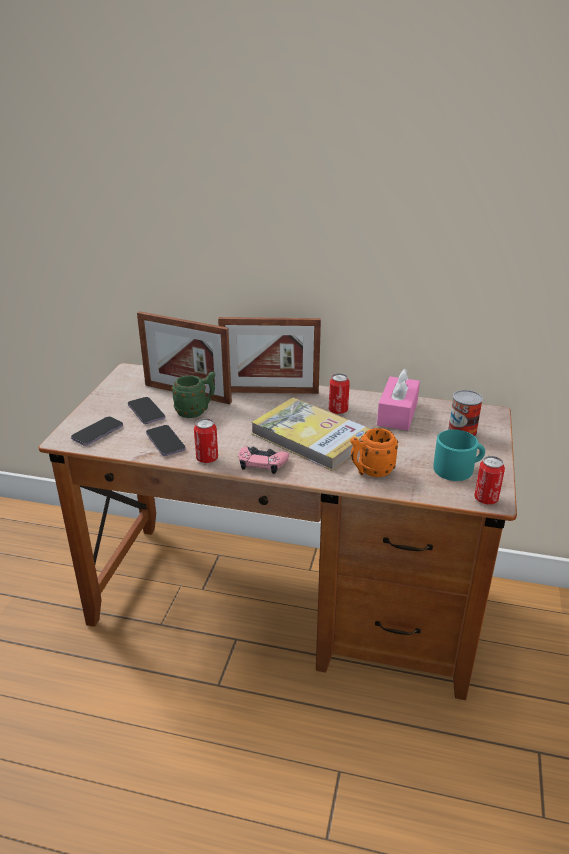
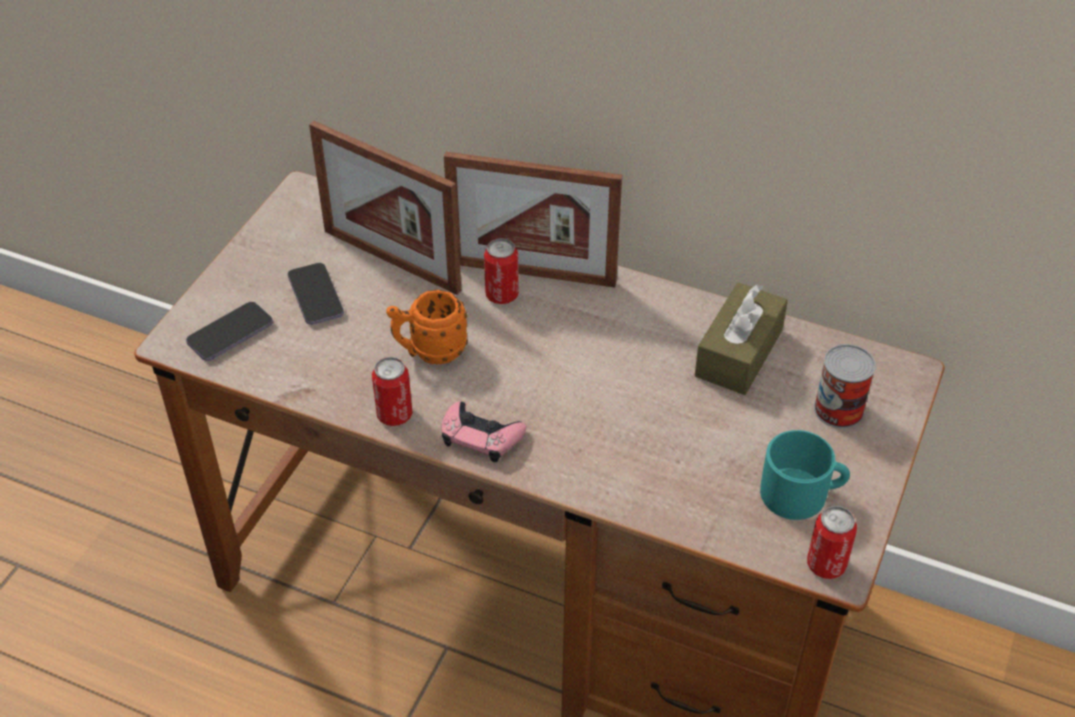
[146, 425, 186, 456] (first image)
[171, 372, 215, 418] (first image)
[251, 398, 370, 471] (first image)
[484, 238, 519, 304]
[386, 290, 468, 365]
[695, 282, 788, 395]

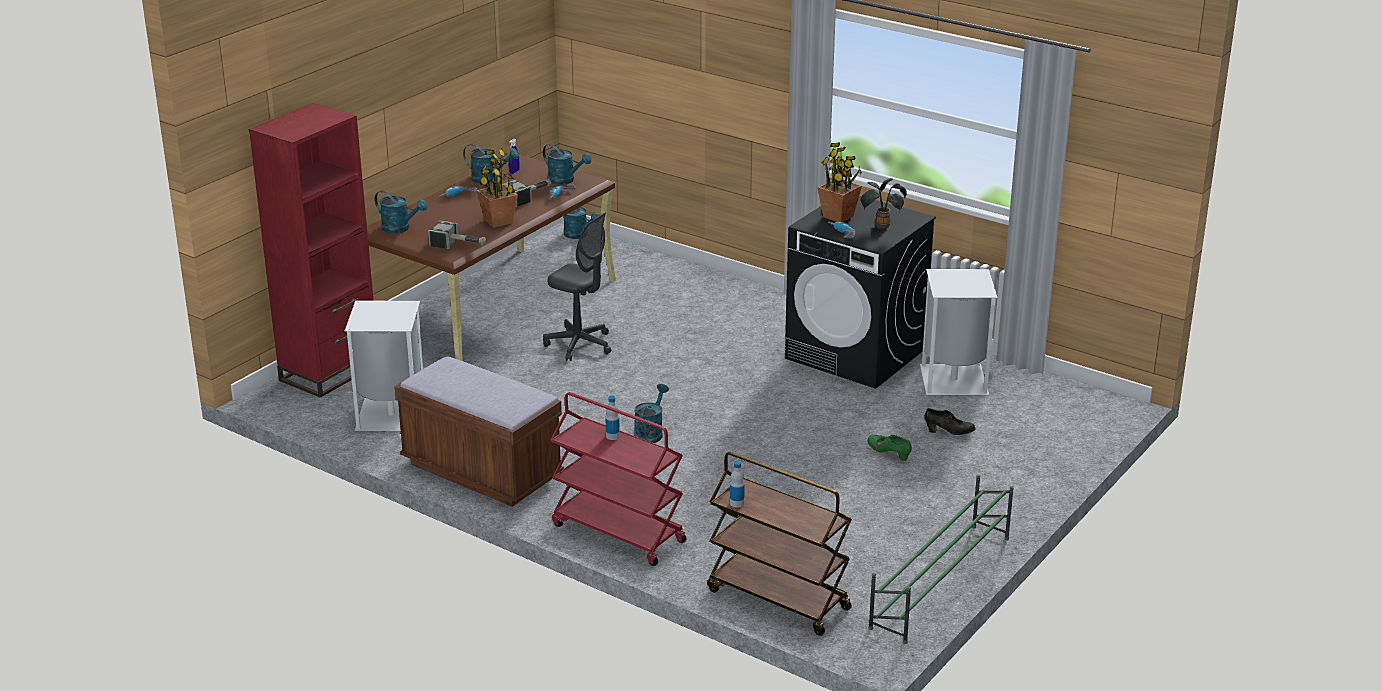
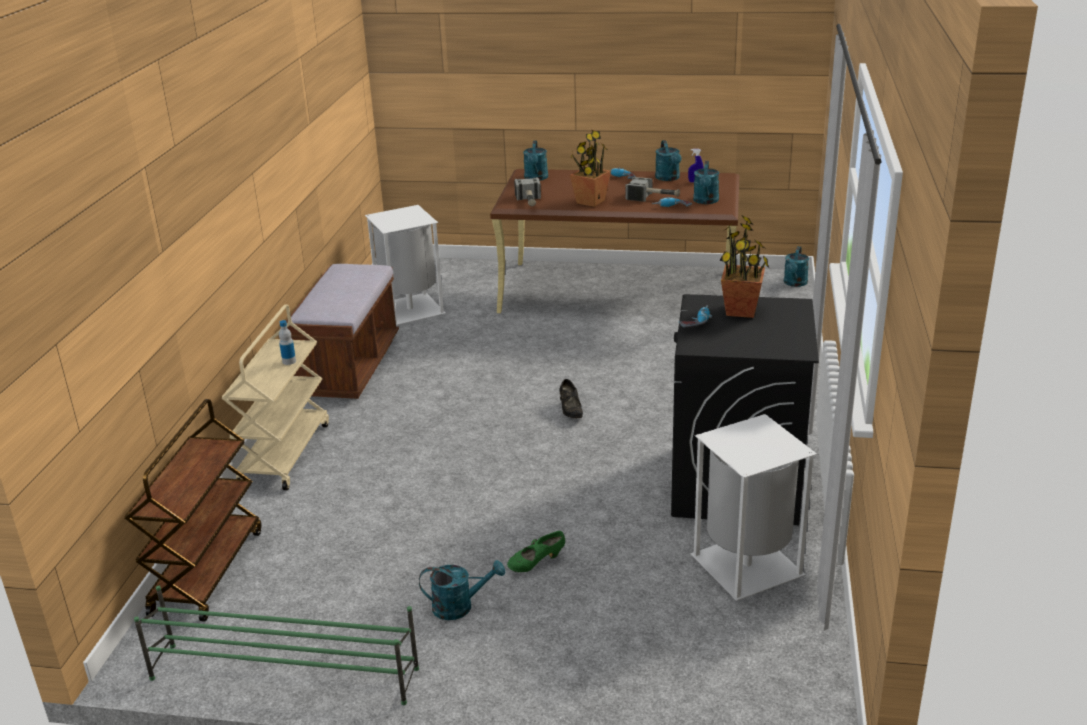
[249, 103, 374, 398] (first image)
[543, 213, 611, 361] (first image)
[222, 305, 329, 490]
[419, 560, 505, 620]
[730, 461, 745, 508] (first image)
[861, 178, 907, 229] (first image)
[507, 531, 565, 572]
[559, 379, 583, 418]

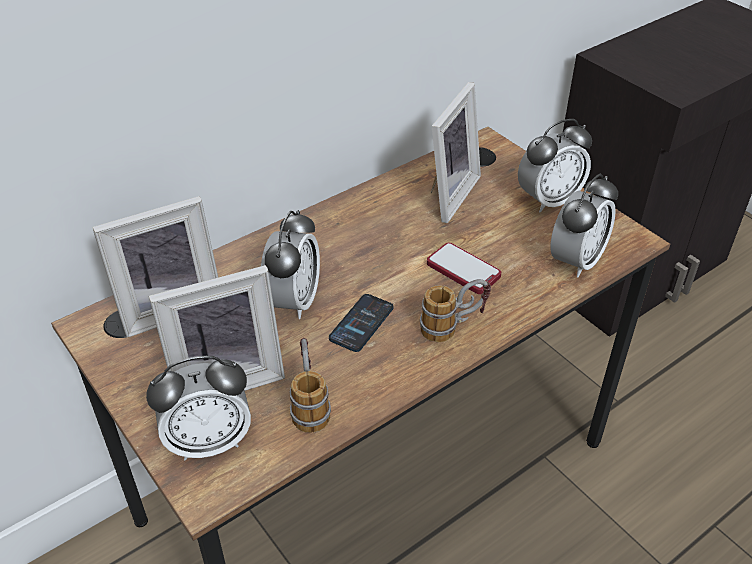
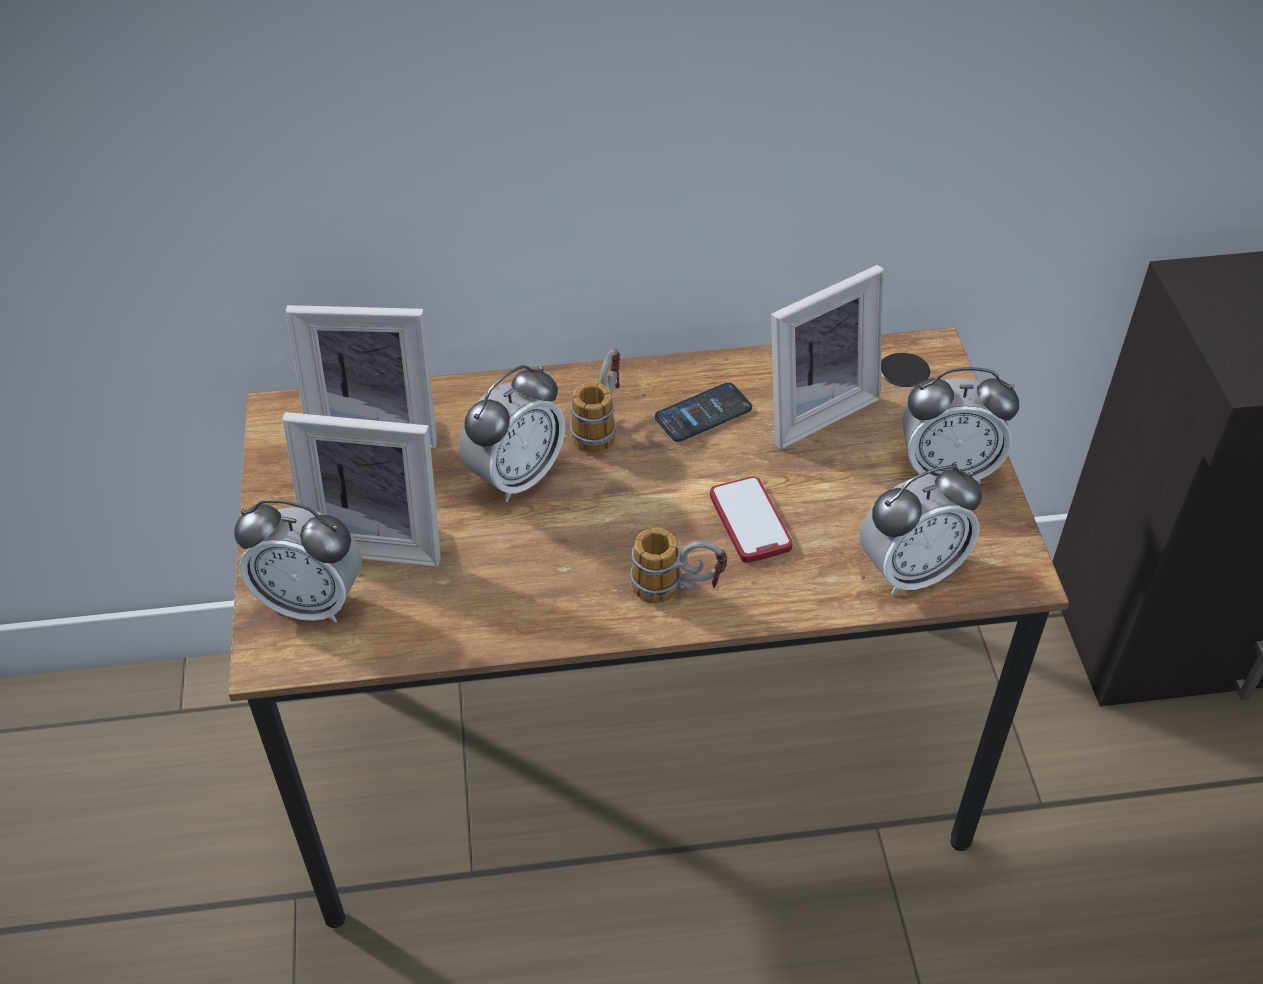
[570, 349, 620, 453]
[655, 382, 752, 442]

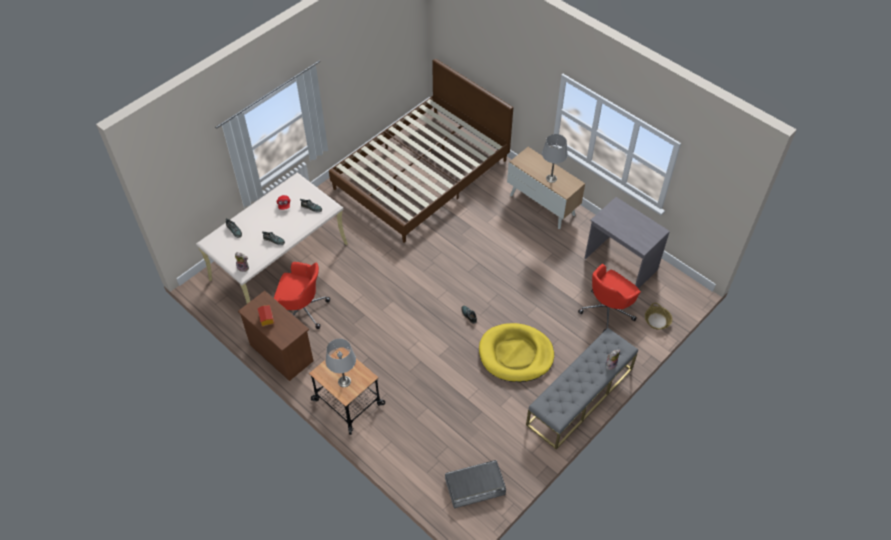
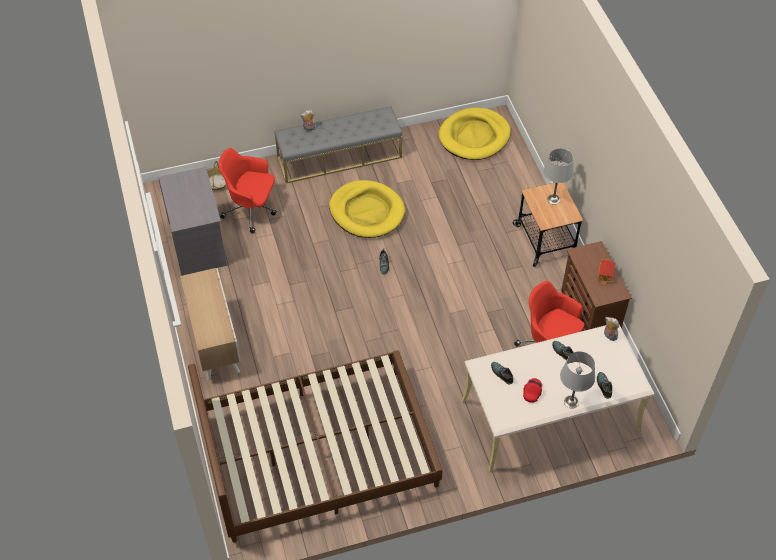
[439, 107, 511, 160]
[560, 351, 595, 409]
[218, 148, 276, 234]

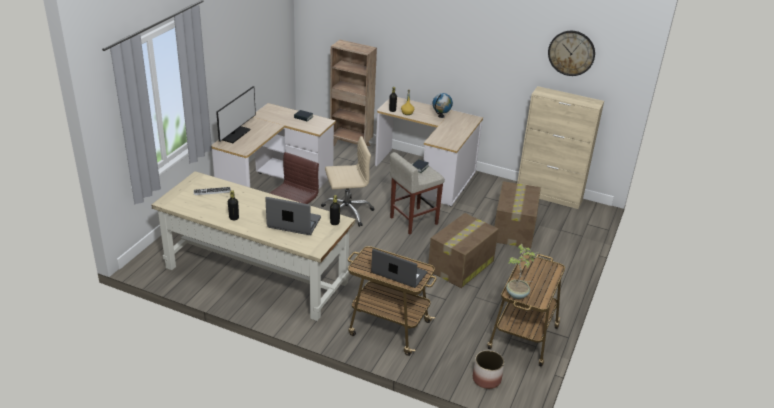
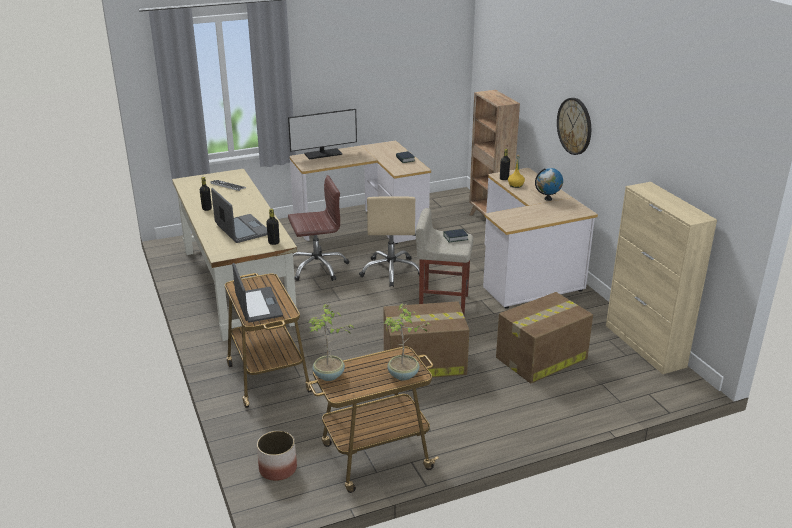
[359, 196, 419, 287]
[557, 98, 591, 155]
[384, 304, 431, 380]

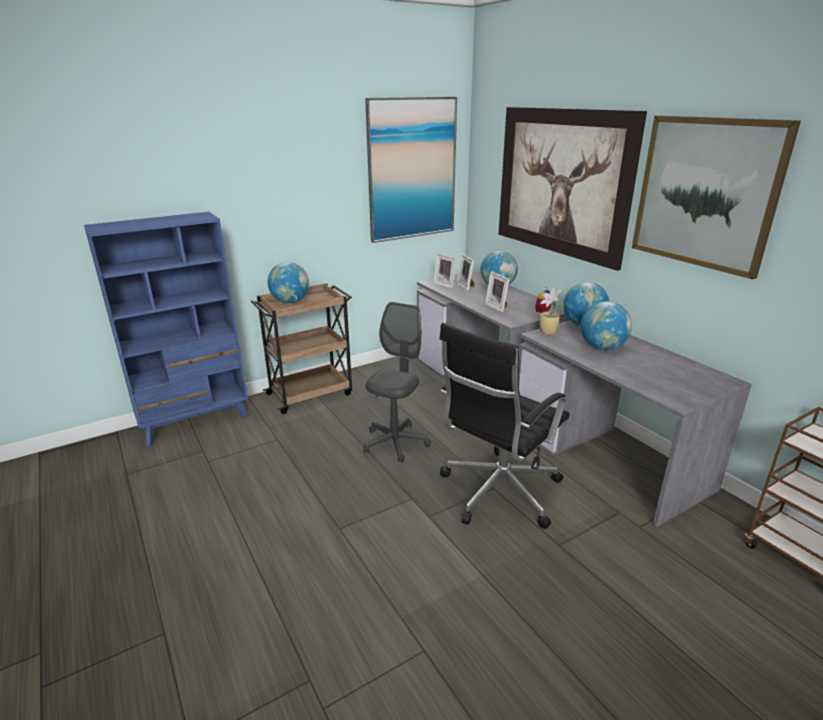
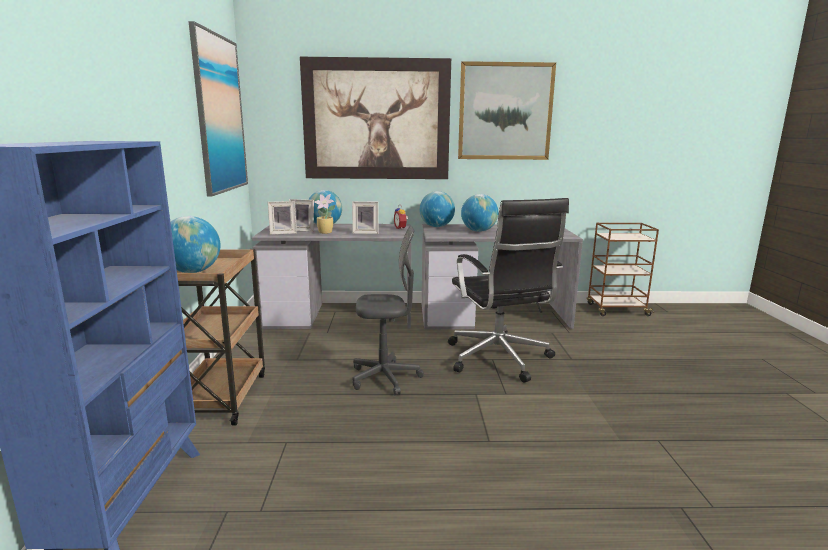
[352, 226, 424, 395]
[315, 194, 335, 234]

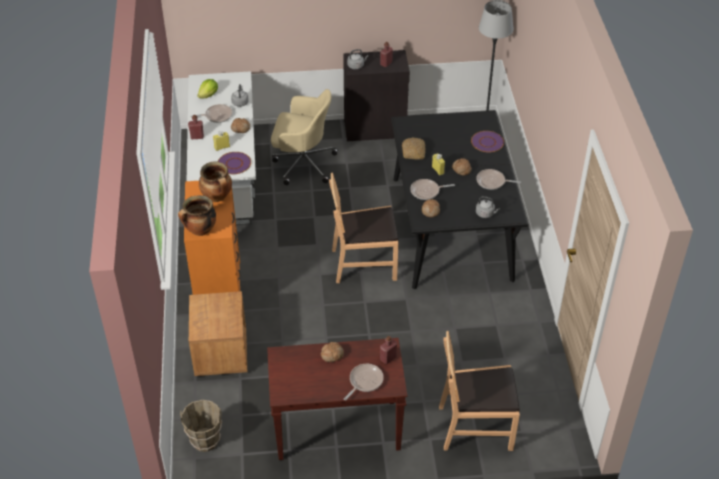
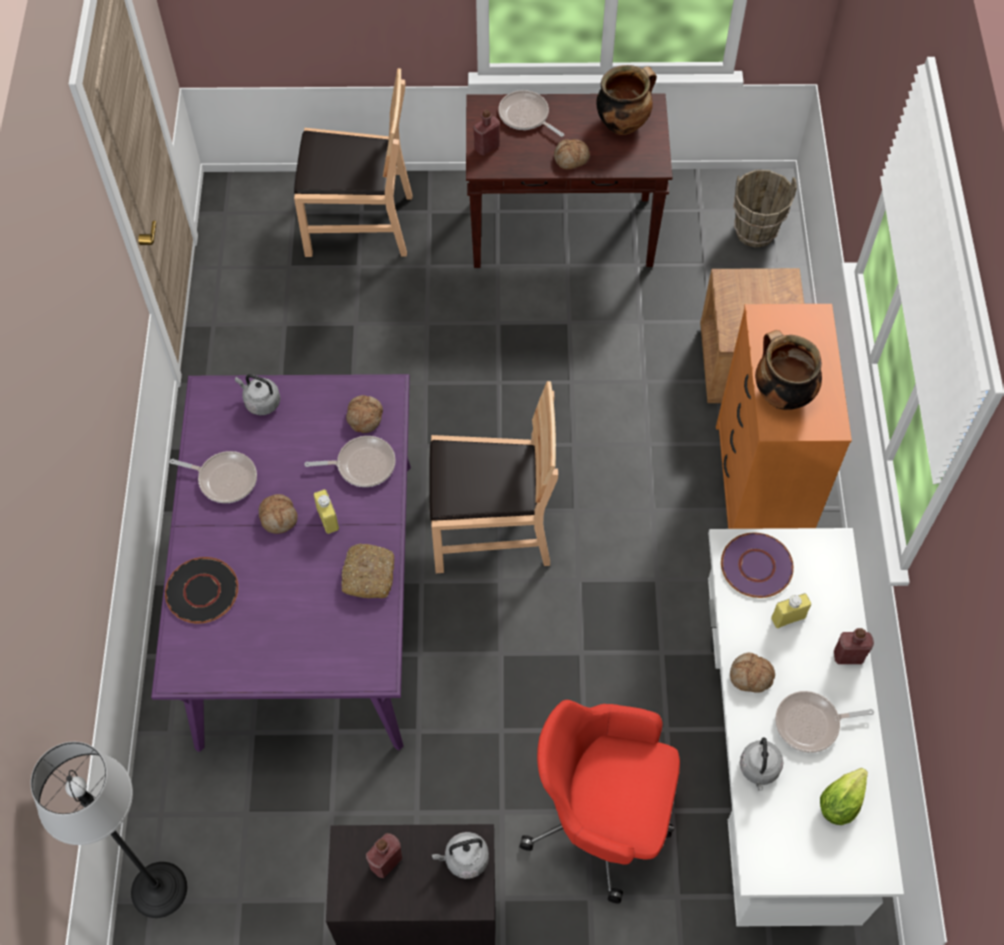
[596, 65, 657, 135]
[520, 700, 680, 903]
[498, 90, 564, 137]
[151, 374, 411, 752]
[165, 557, 238, 624]

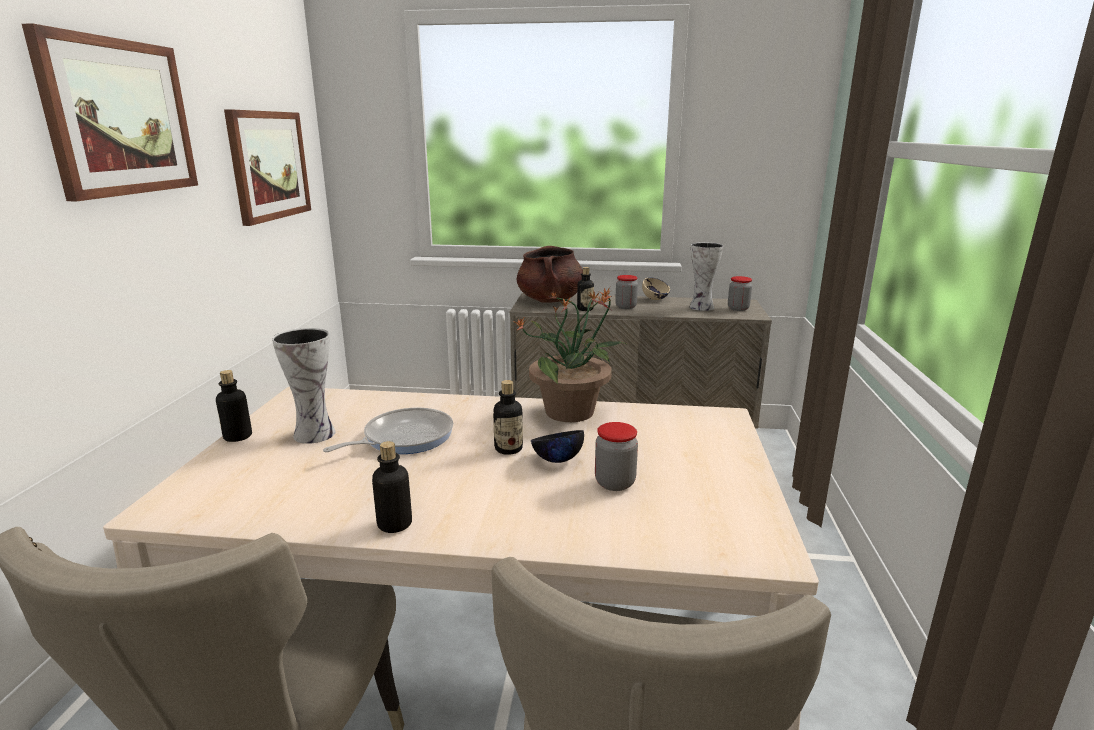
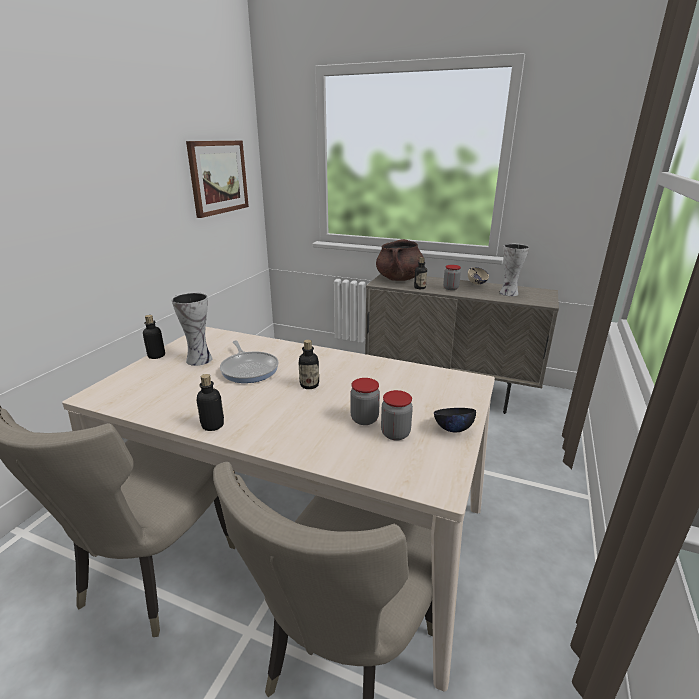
[22, 23, 198, 201] (first image)
[220, 340, 279, 383]
[515, 287, 628, 422] (first image)
[434, 408, 476, 432]
[381, 390, 413, 441]

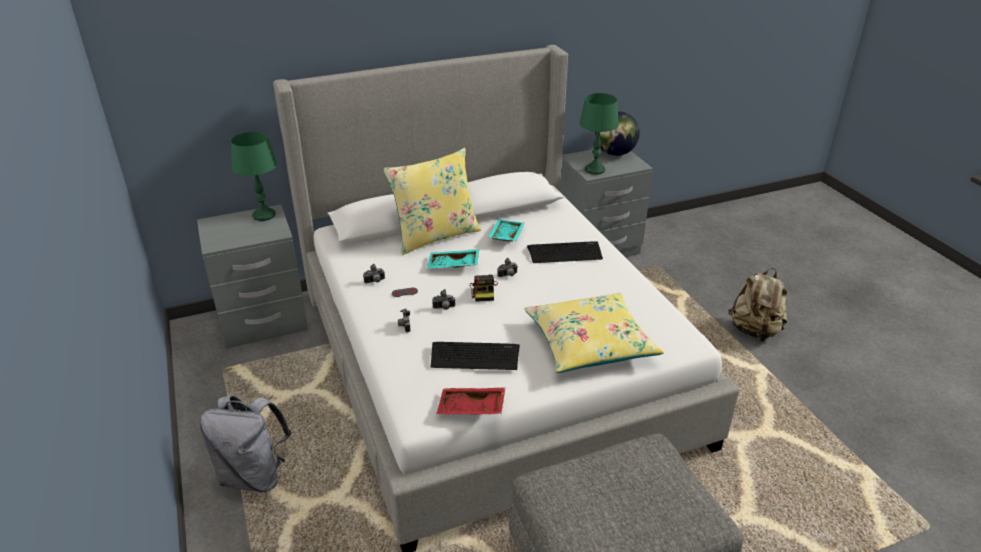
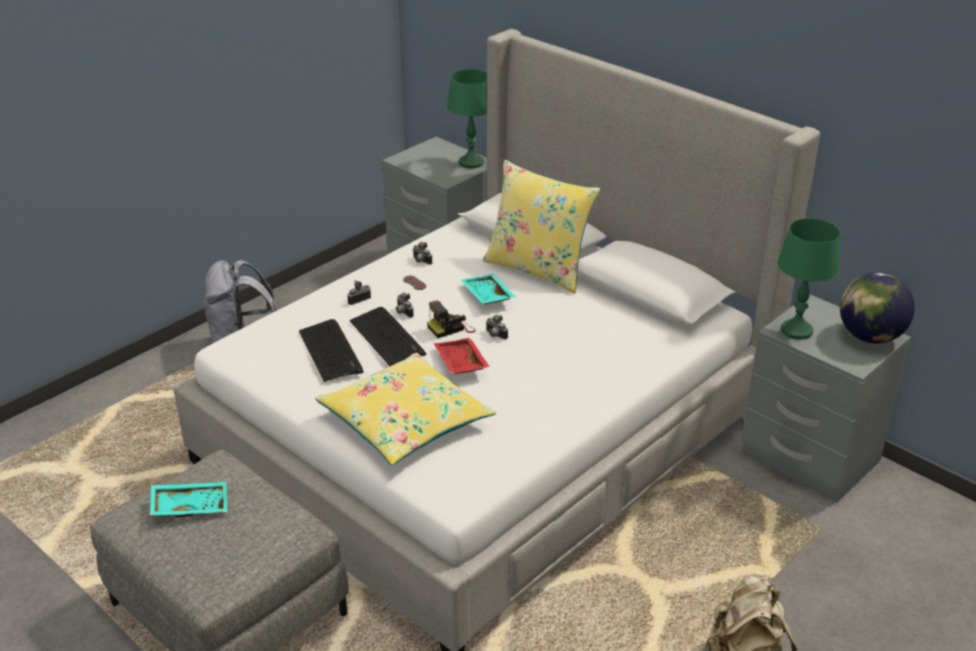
[434, 338, 490, 374]
[150, 482, 227, 517]
[350, 307, 426, 366]

